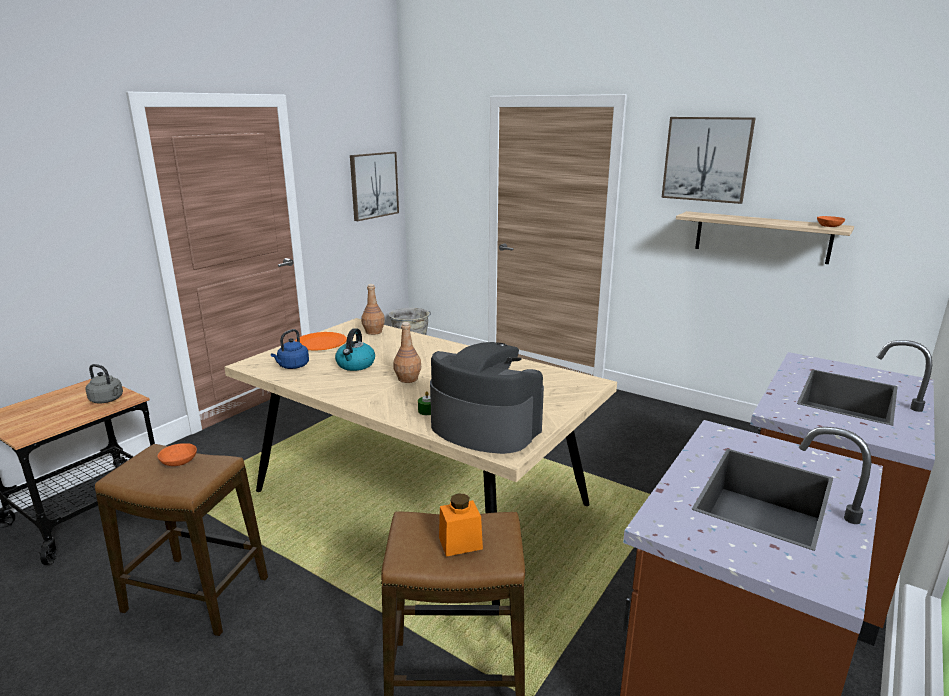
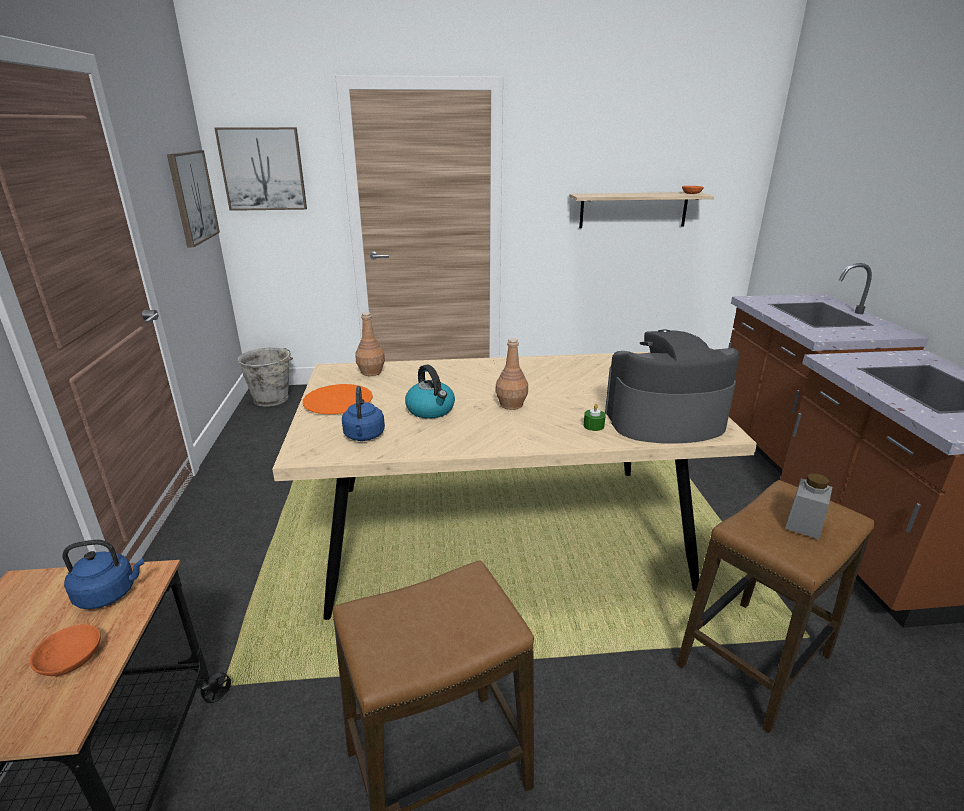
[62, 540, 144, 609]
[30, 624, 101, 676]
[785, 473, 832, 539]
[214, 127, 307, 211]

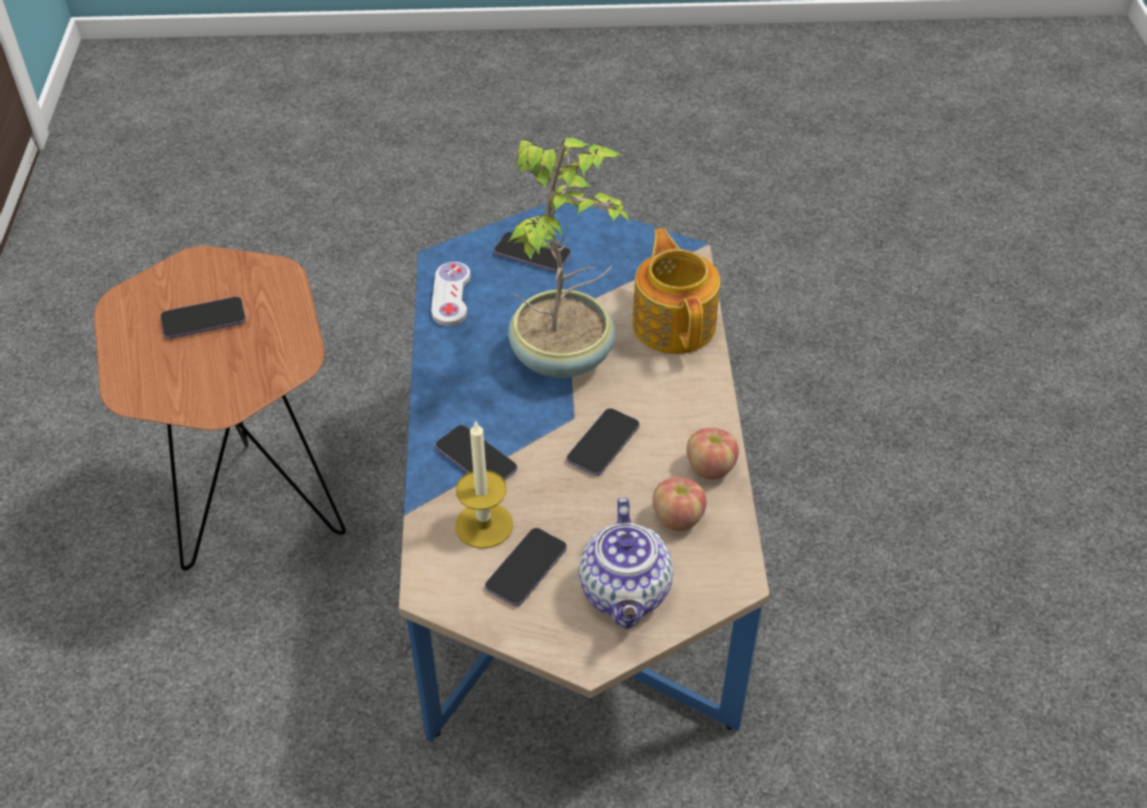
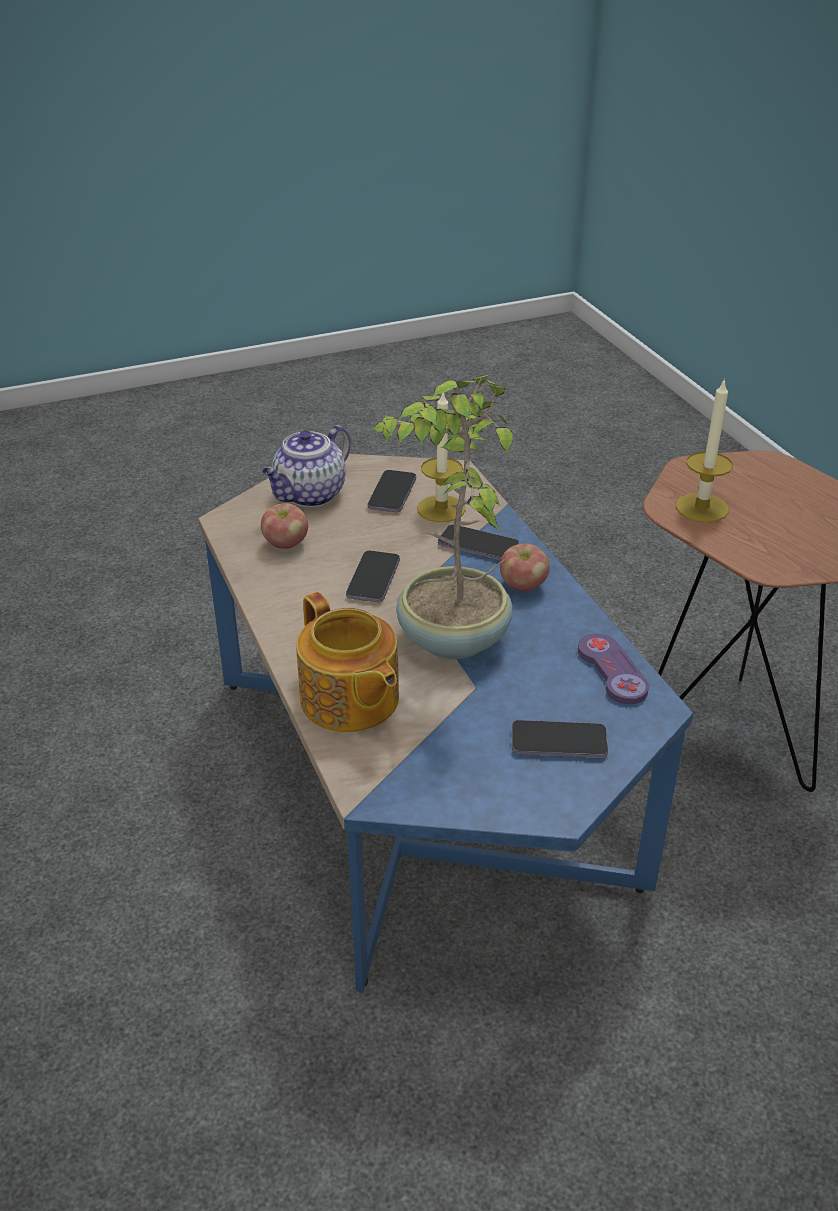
[161, 296, 246, 339] (first image)
[578, 634, 649, 704]
[262, 425, 351, 507]
[500, 544, 550, 591]
[676, 378, 733, 523]

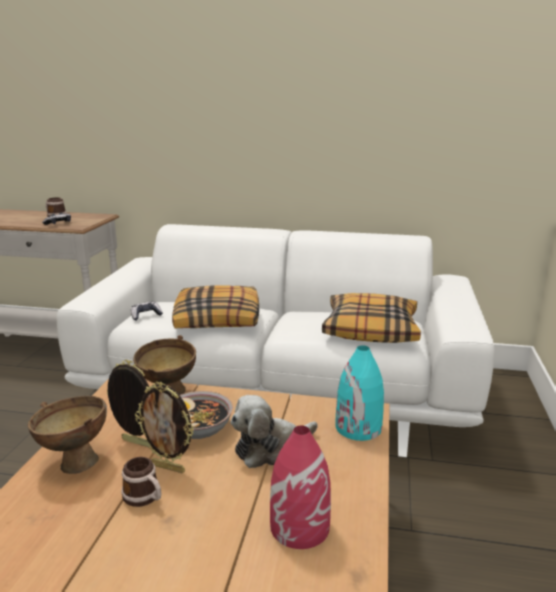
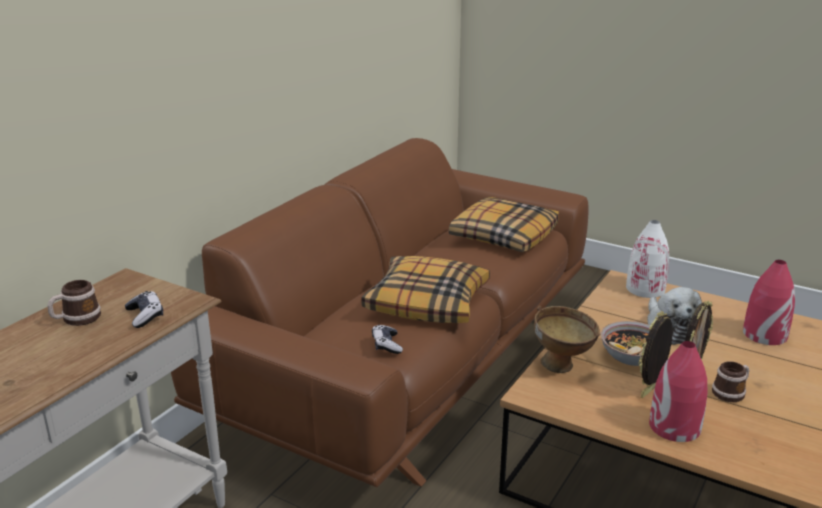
[649, 341, 707, 442]
[171, 138, 589, 487]
[626, 220, 669, 298]

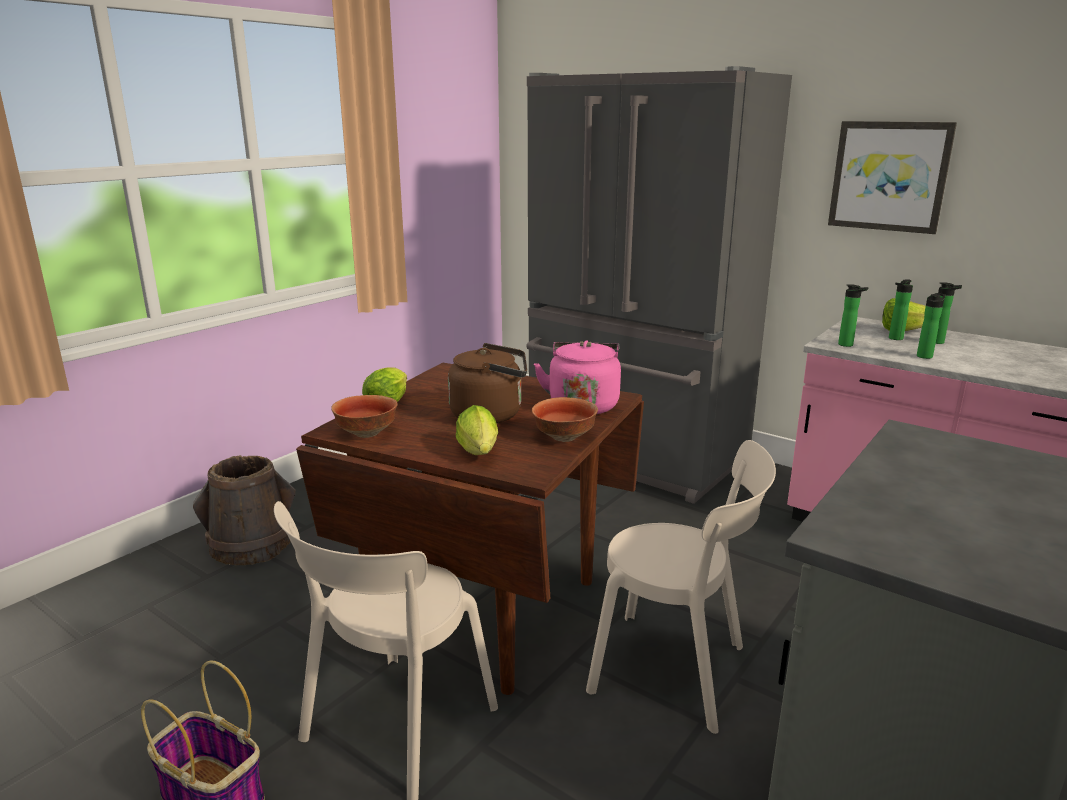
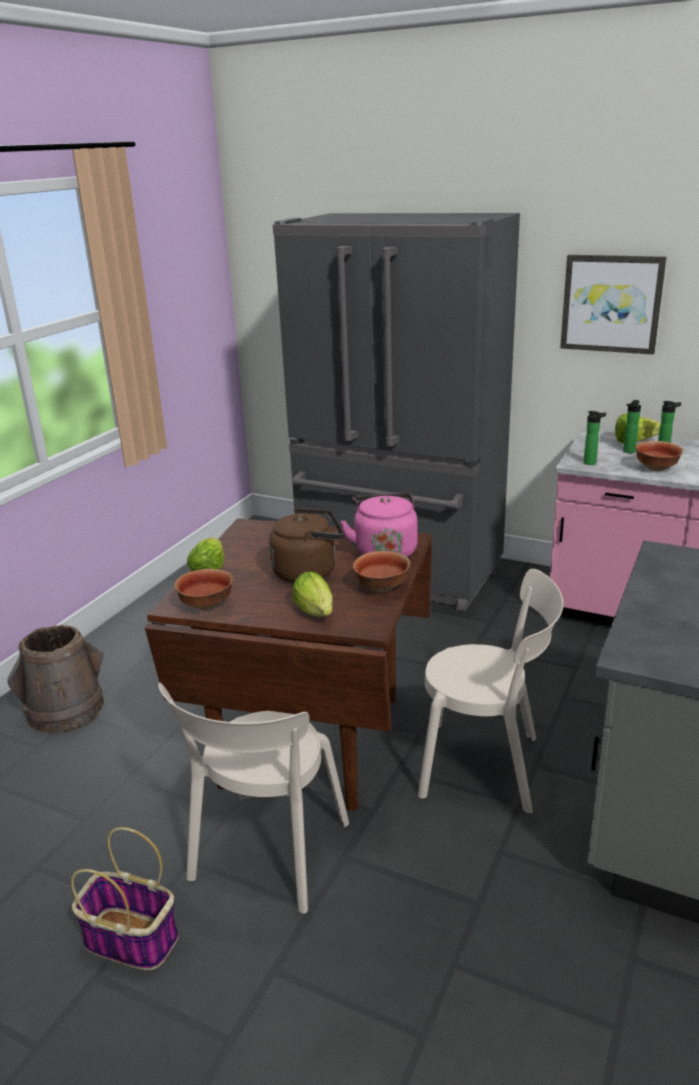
[635, 441, 683, 471]

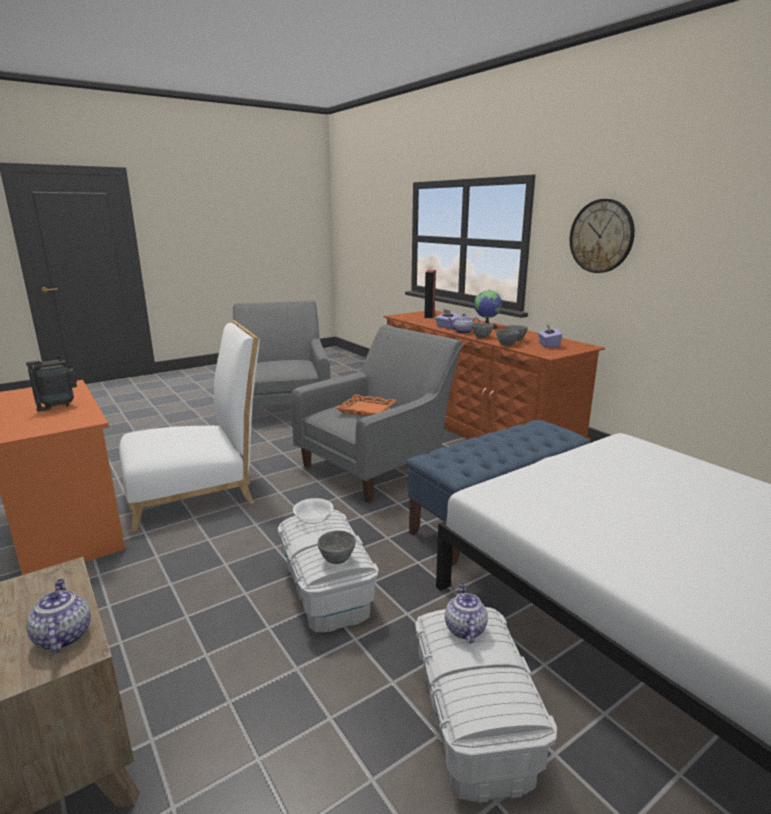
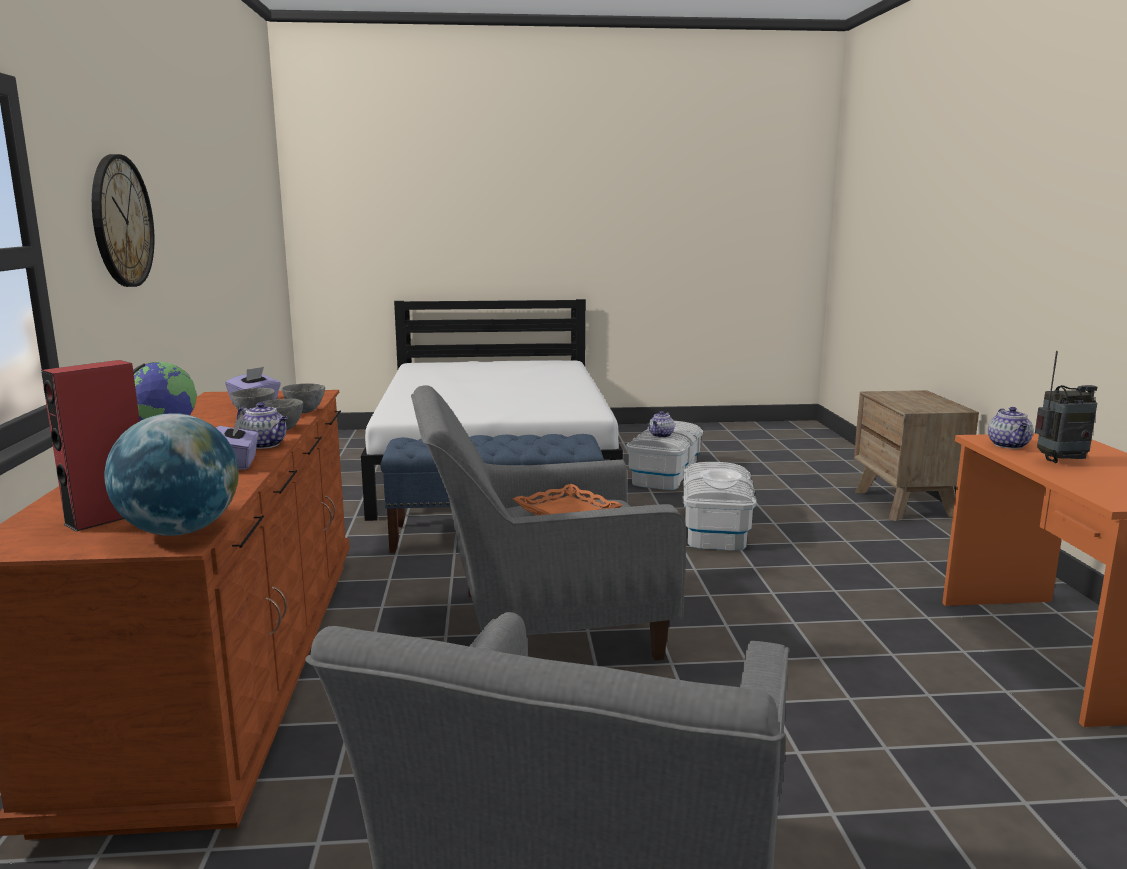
[988, 407, 1033, 449]
[119, 320, 260, 532] (first image)
[317, 530, 356, 564] (first image)
[104, 413, 239, 536]

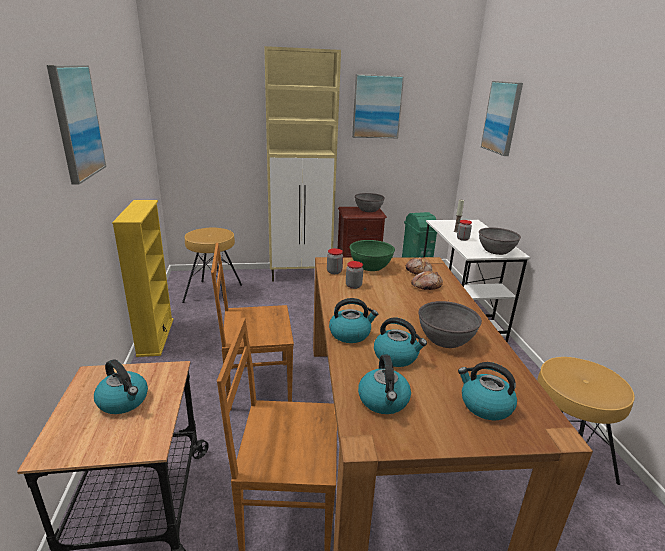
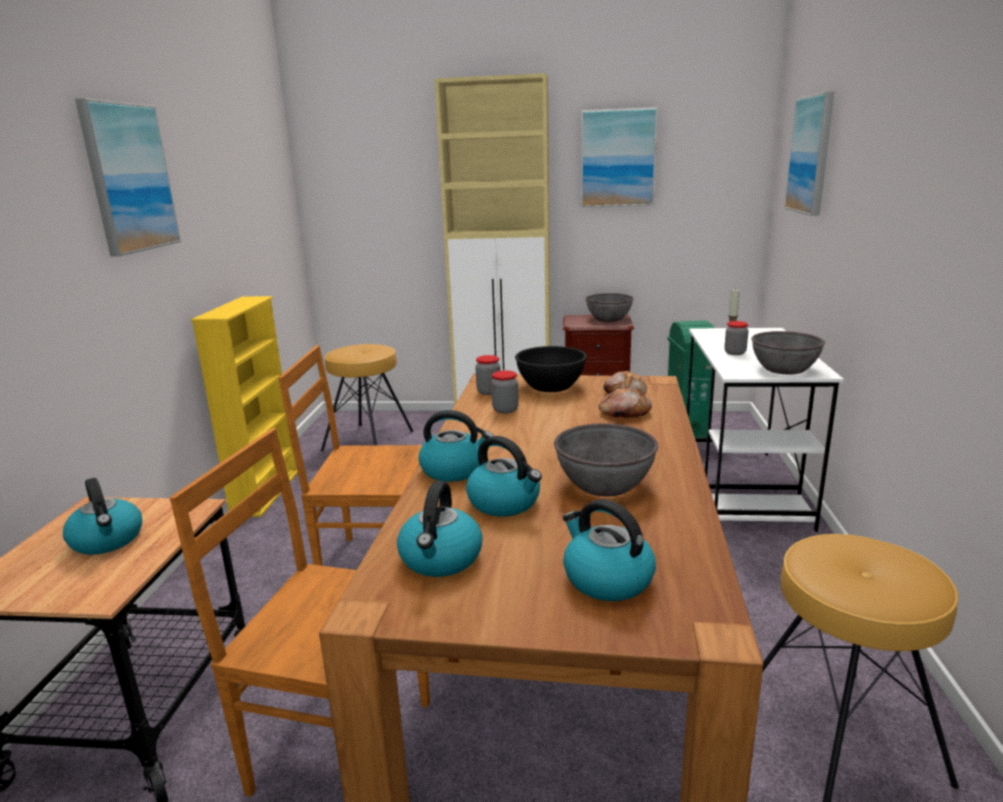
[515, 346, 587, 392]

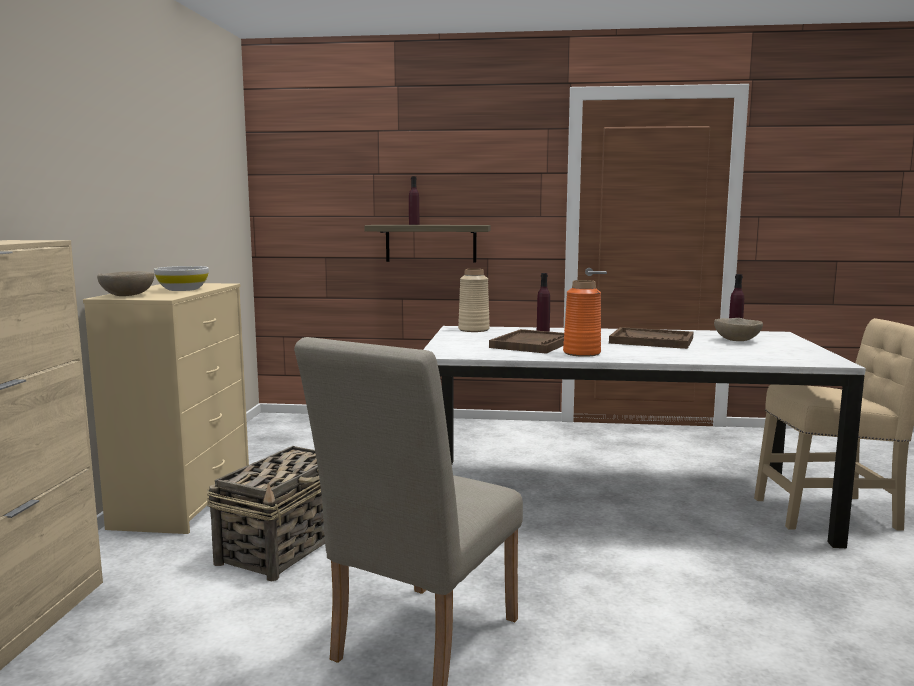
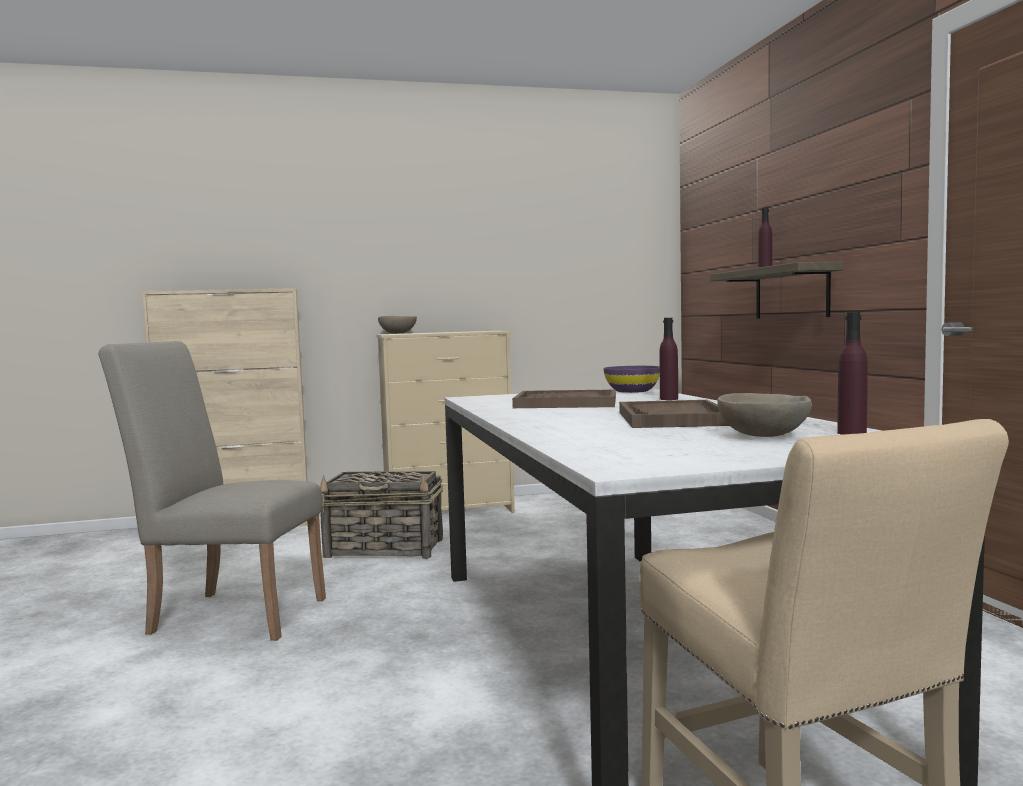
[154, 266, 209, 291] (first image)
[604, 366, 660, 393]
[563, 280, 601, 357] (first image)

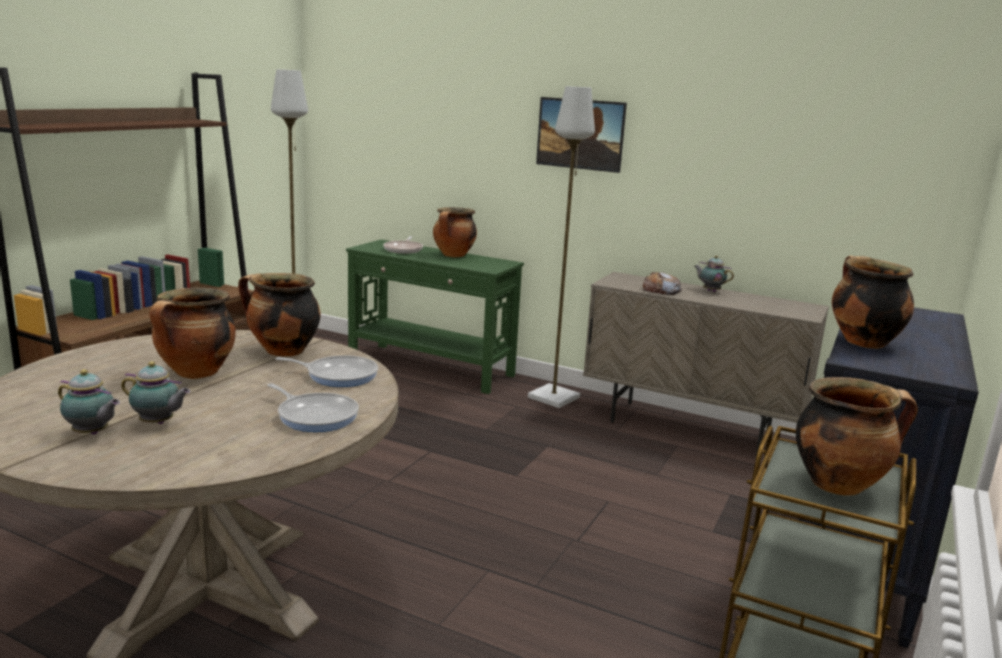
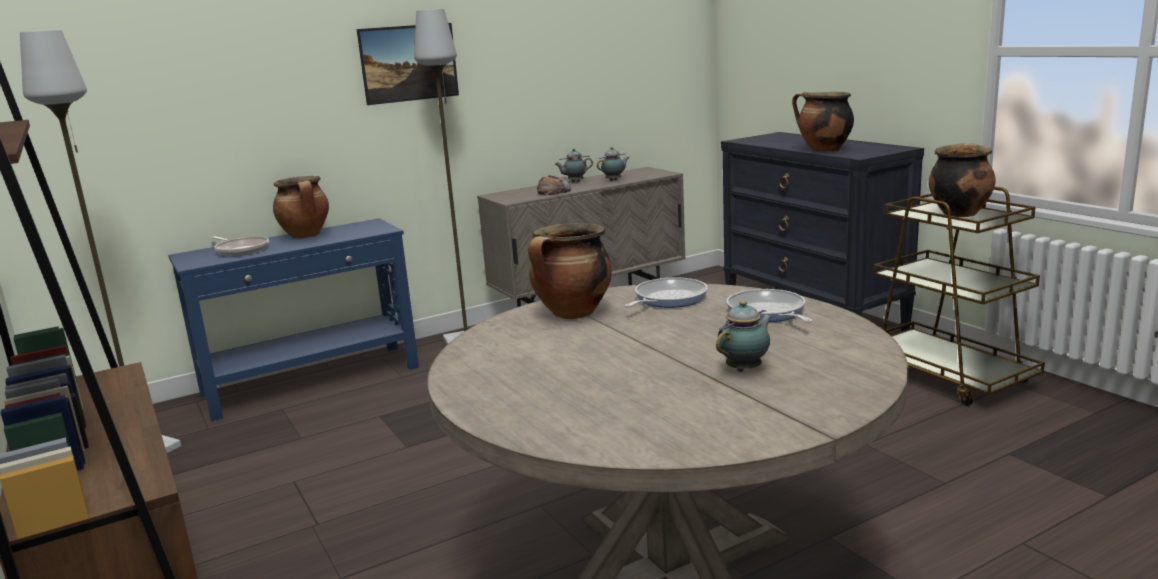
[597, 147, 629, 181]
[150, 287, 236, 379] (first image)
[727, 289, 812, 323]
[168, 218, 419, 421]

